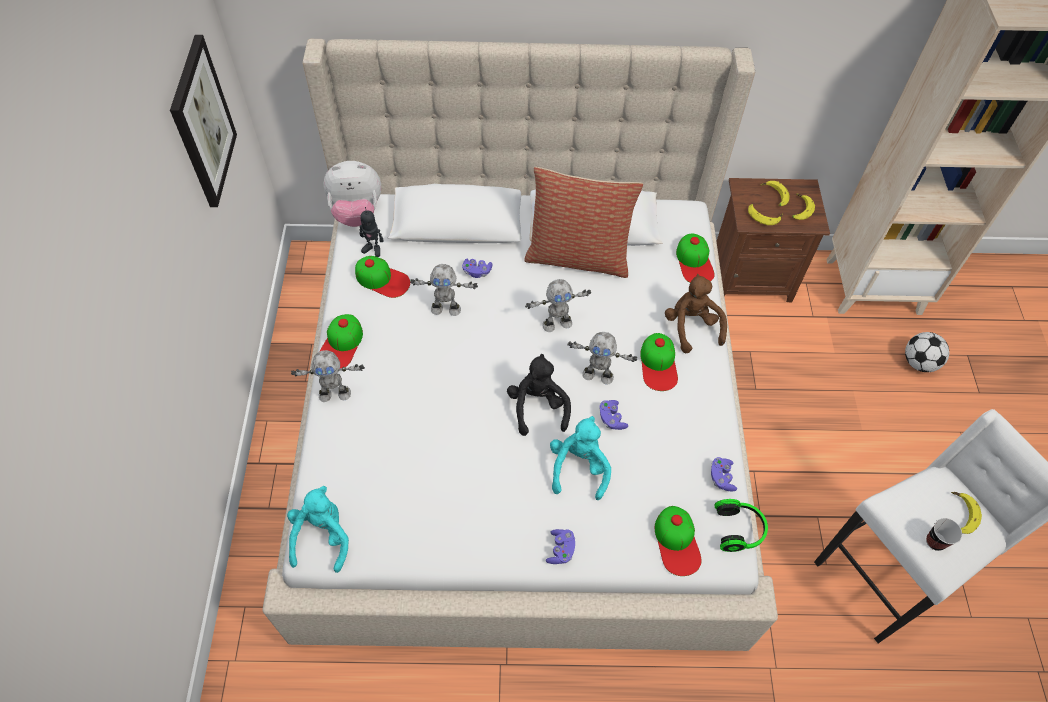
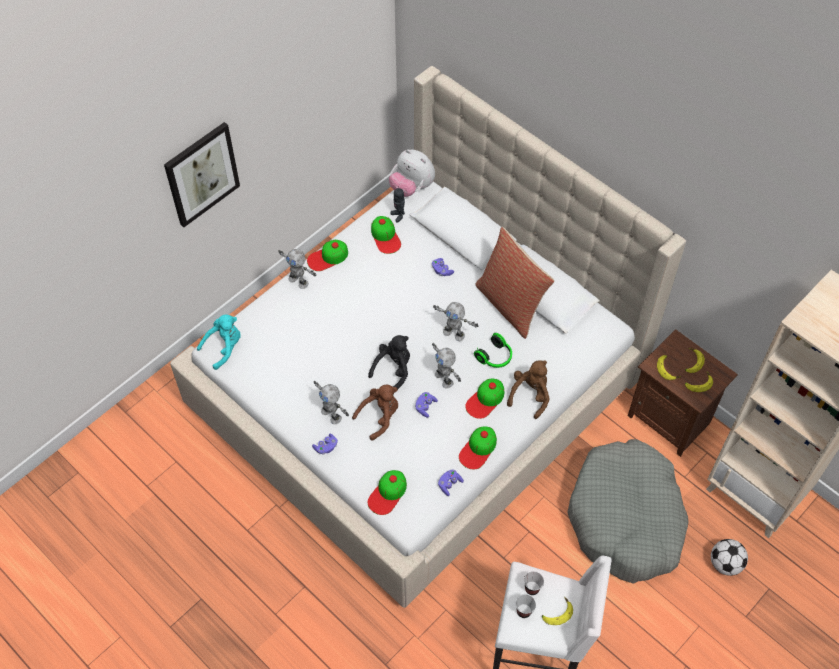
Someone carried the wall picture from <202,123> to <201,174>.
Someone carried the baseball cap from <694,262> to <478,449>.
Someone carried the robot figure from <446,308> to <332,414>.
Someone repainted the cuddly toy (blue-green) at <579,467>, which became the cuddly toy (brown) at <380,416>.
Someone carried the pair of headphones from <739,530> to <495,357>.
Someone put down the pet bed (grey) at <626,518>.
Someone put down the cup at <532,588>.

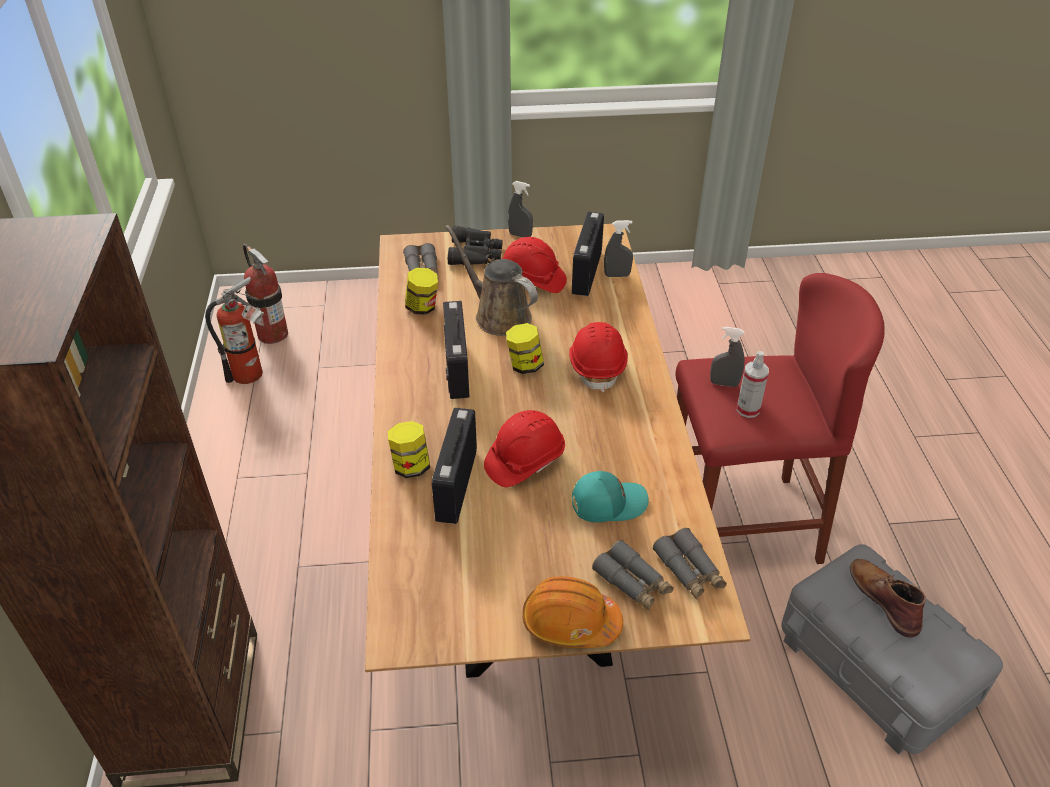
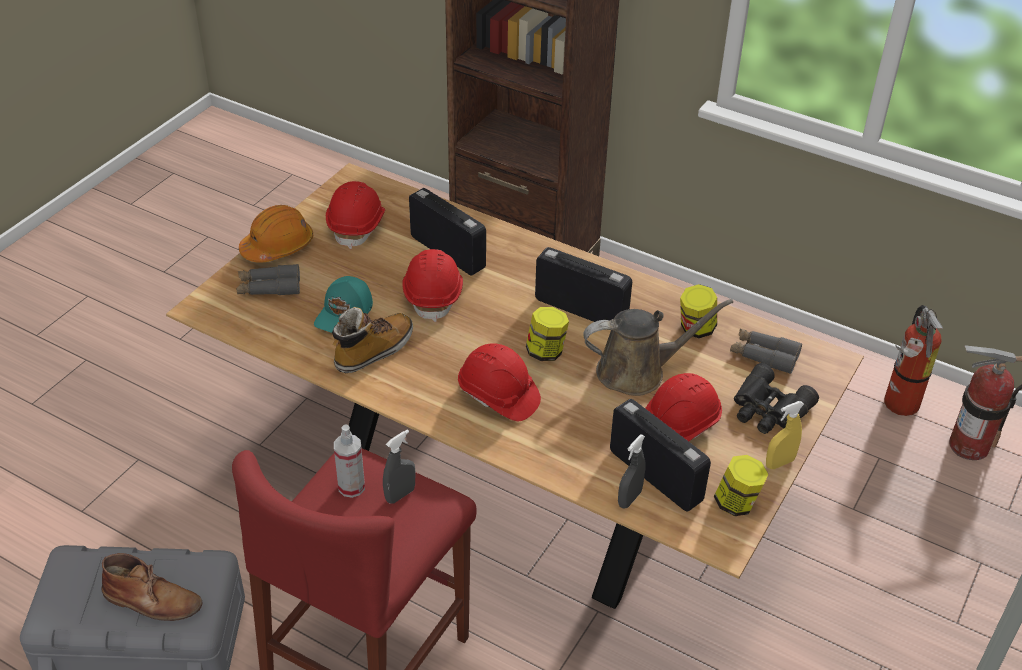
Someone repainted the sprayer (grey) at <520,235>, which became the sprayer (yellow) at <779,463>.
Someone carried the preserve jar from <411,466> to <737,503>.
Someone took away the pair of binoculars (grey) at <689,570>.
Someone put down the work helmet (reddish) at <357,225>.
Someone put down the boot at <374,351>.

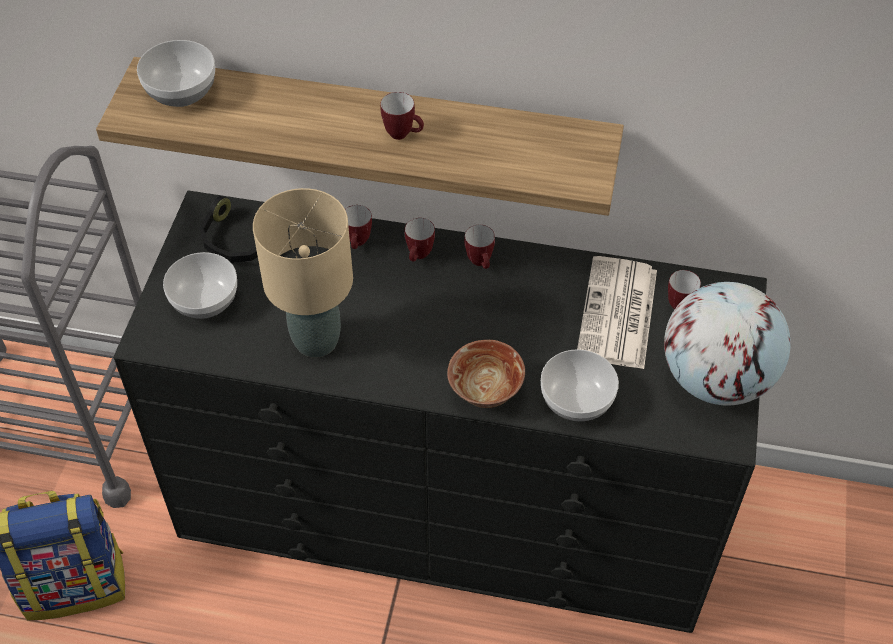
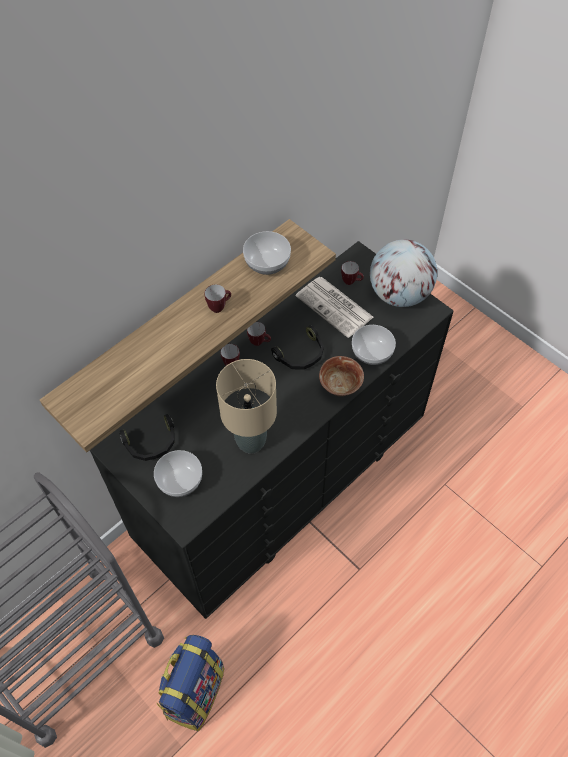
Someone carried the bowl from <180,91> to <266,264>.
Someone took away the mug at <358,243>.
Someone put down the pair of headphones (black) at <301,355>.

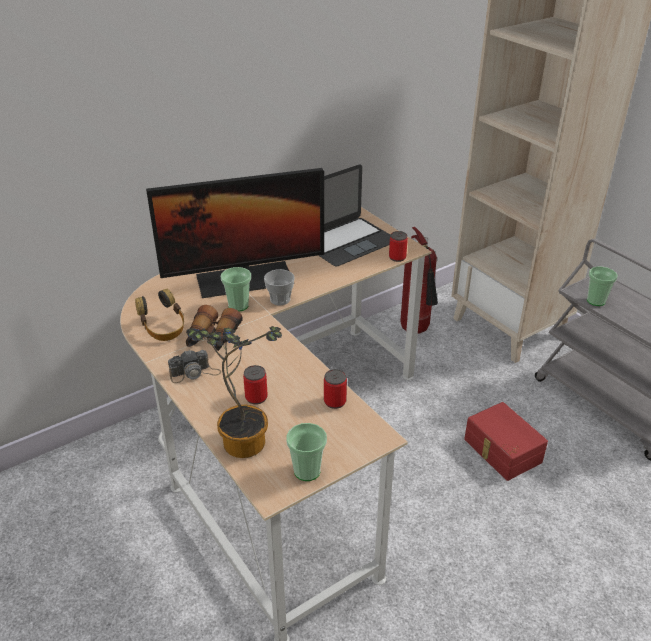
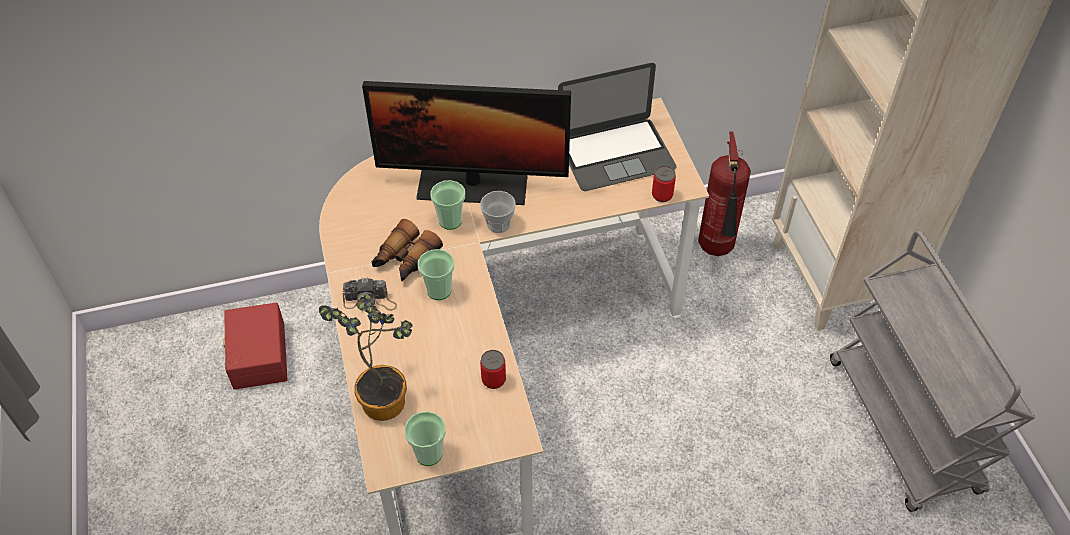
Someone carried the cup from <596,301> to <439,290>.
Someone took away the pair of headphones at <163,329>.
Someone took away the sealed can at <256,397>.
Someone carried the storage bin (reddish) from <501,451> to <257,355>.

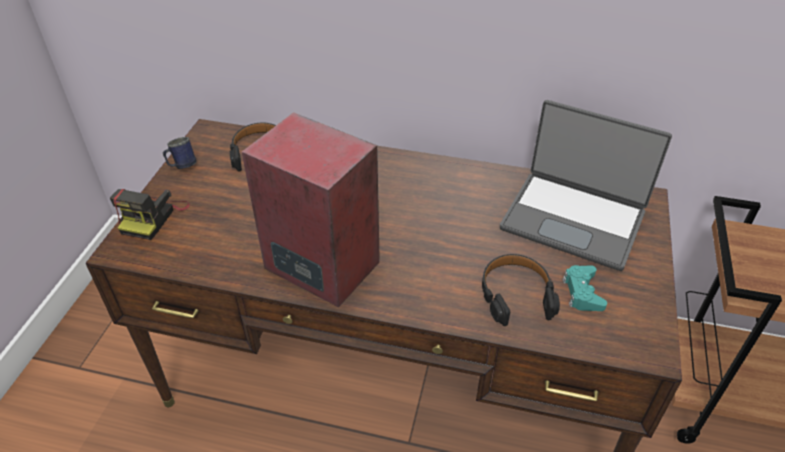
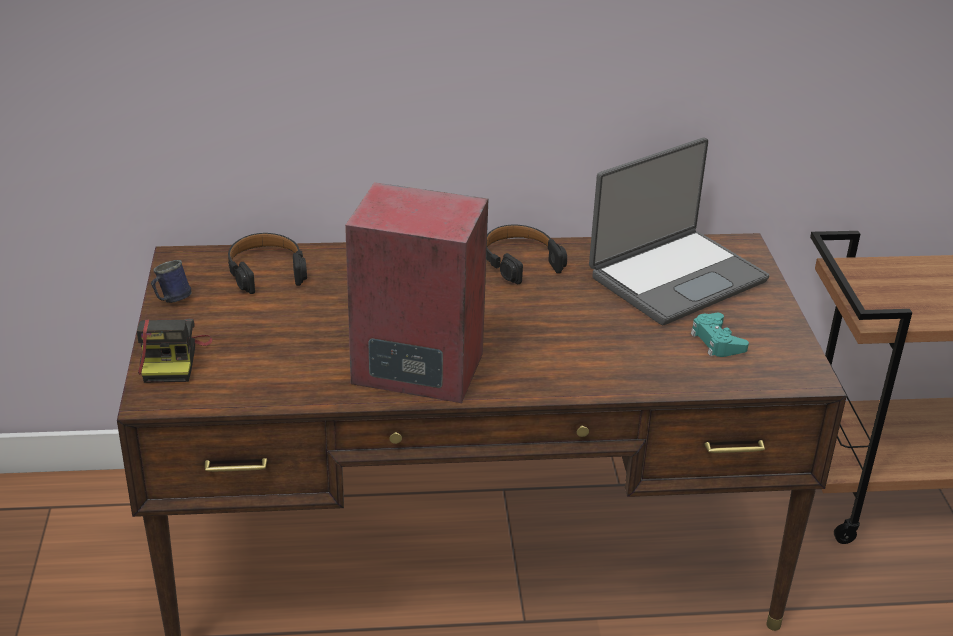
Someone rotated the portable computer at <573,219> by 45 degrees counterclockwise.
Someone carried the pair of headphones (black) from <516,295> to <520,261>.

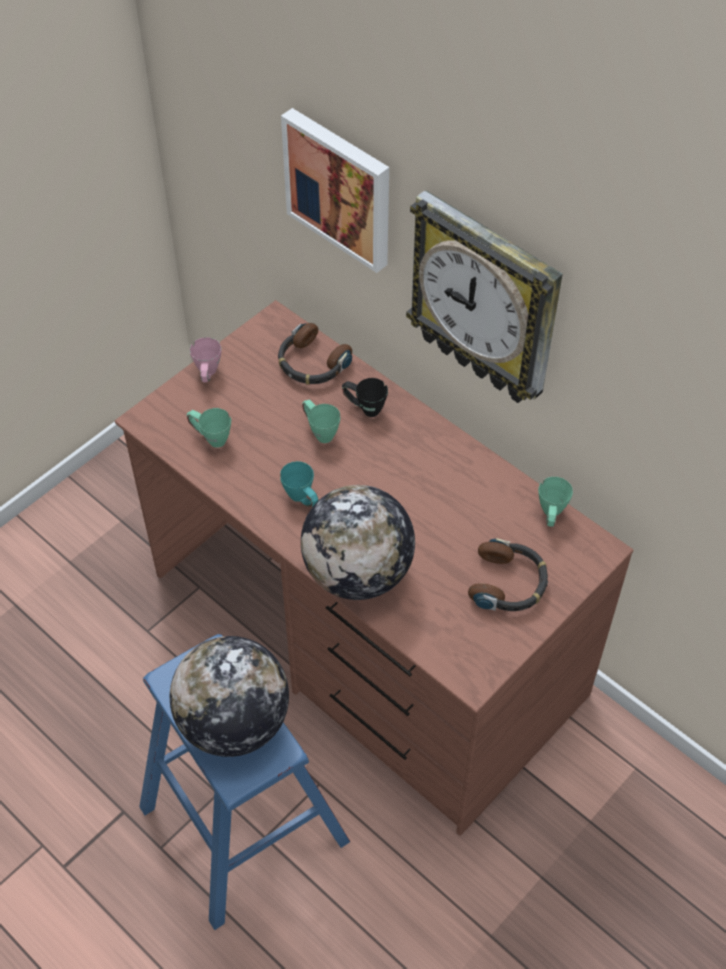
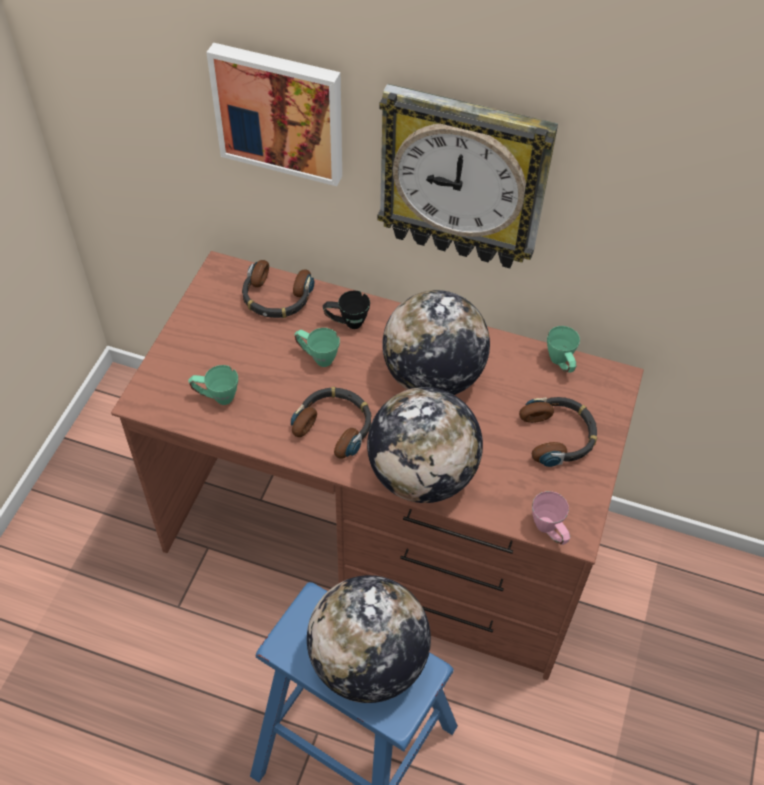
Someone carried the mug (pink) from <208,376> to <549,532>.
Someone swapped the mug (blue-green) at <302,500> for the pair of headphones at <335,426>.
Someone put down the globe at <432,377>.

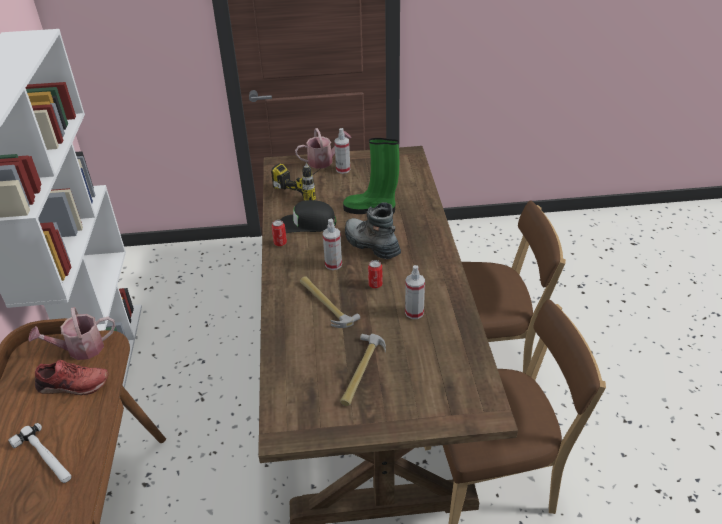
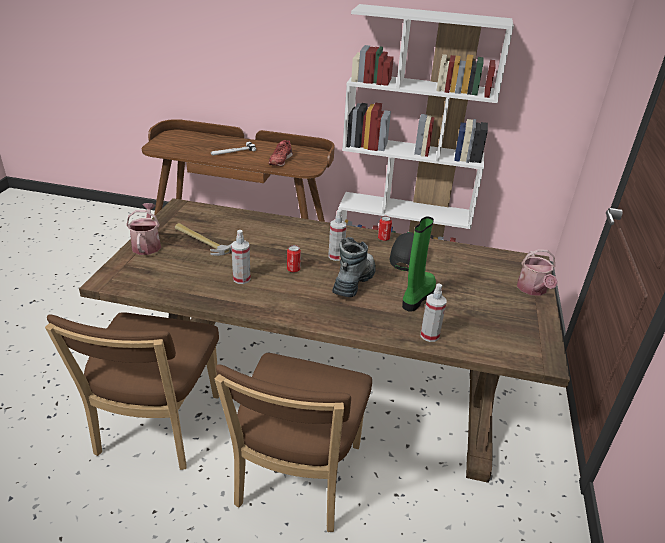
Someone carried the sprayer from <343,169> to <429,335>.
Someone took away the power drill at <306,187>.
Someone rotated the boot at <371,245> by 45 degrees counterclockwise.
Someone took away the hammer at <326,303>.
Someone carried the watering can from <80,349> to <147,244>.

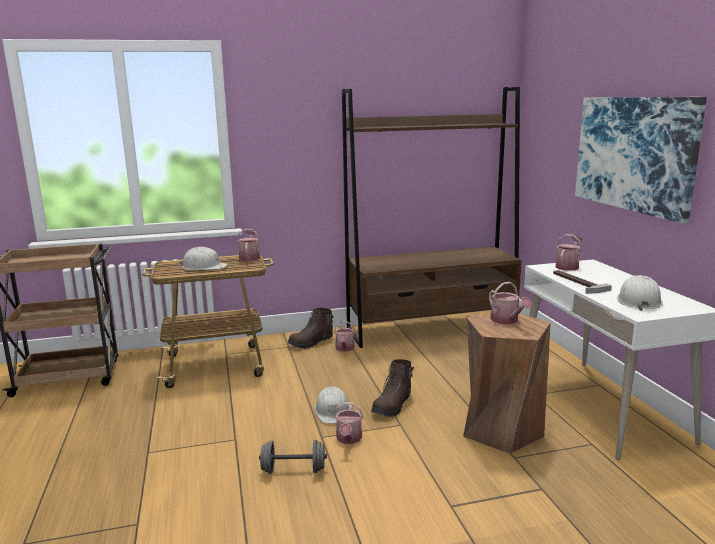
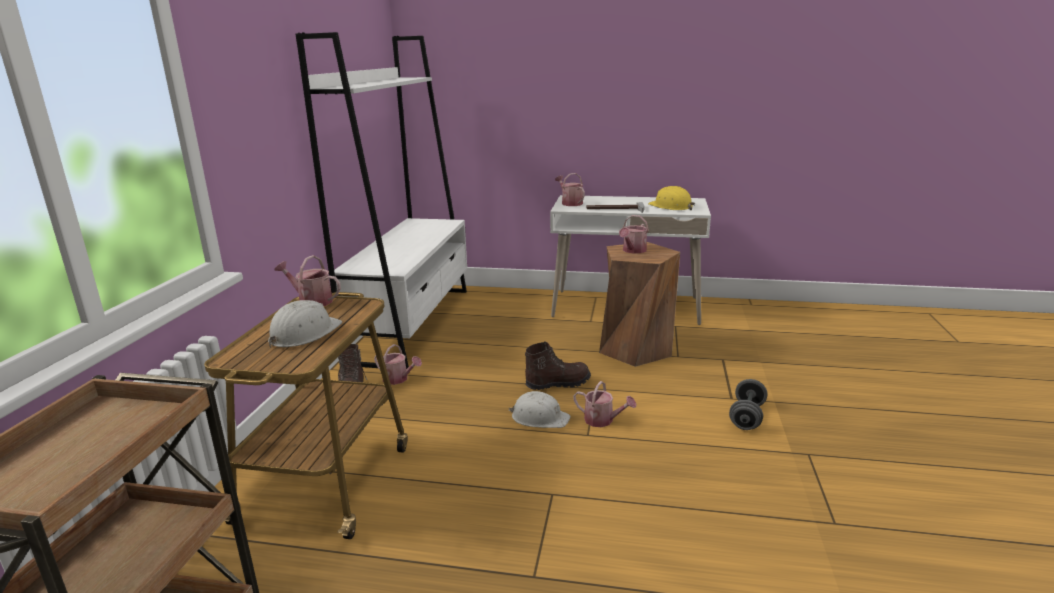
Someone repainted the bookshelf (brown) at <432,328>, which became the bookshelf (whitish) at <412,323>.
Someone took away the wall picture at <634,154>.
Someone repainted the work helmet (whitish) at <638,301>, which became the work helmet (yellow) at <671,206>.
Someone rotated the watering can at <507,321> by 120 degrees clockwise.
Someone rotated the boot (brown) at <393,406> by 75 degrees counterclockwise.
Someone carried the free weight (grey) from <293,470> to <747,417>.

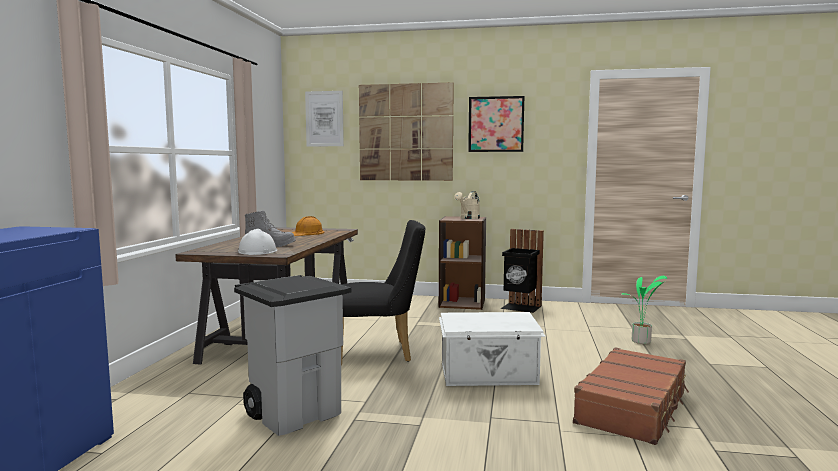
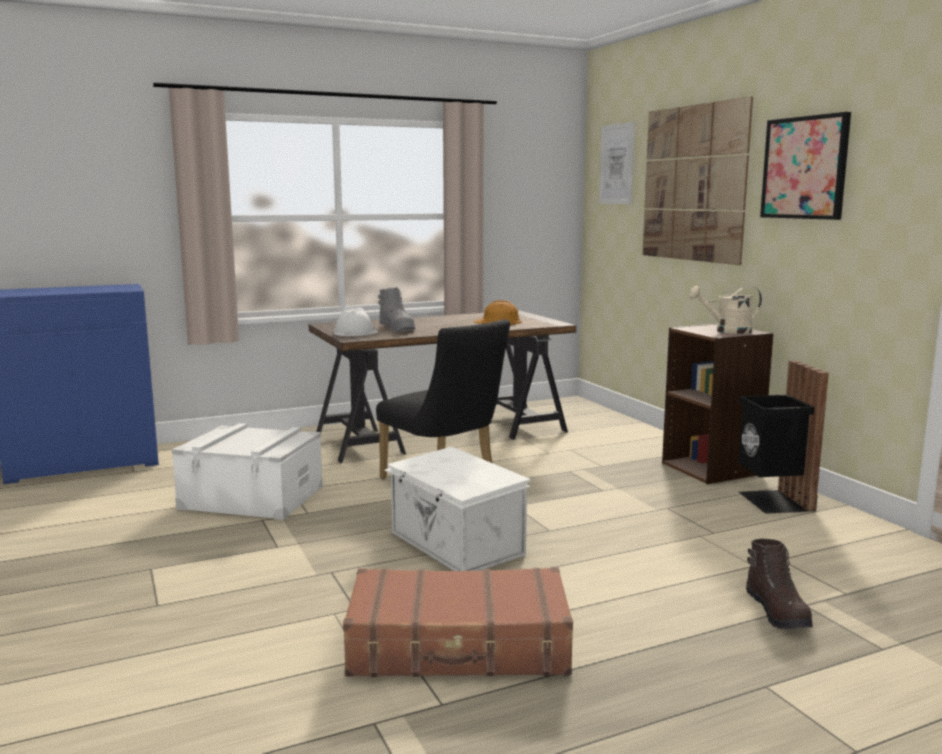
Someone swapped the rubbish bin (grey) at <295,413> for the storage bin (whitish) at <252,497>.
Someone swapped the potted plant at <642,342> for the boot (brown) at <778,612>.

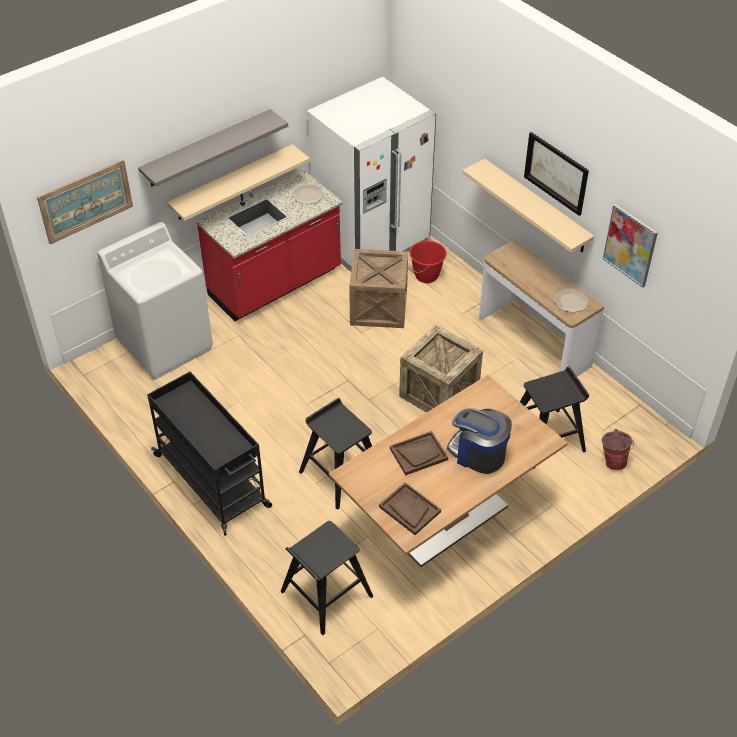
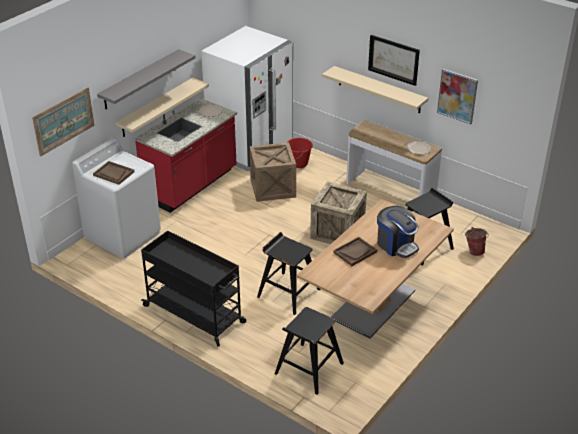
Someone rotated the coffee maker at <478,454> by 150 degrees counterclockwise.
Someone carried the serving tray (brown) from <409,509> to <113,174>.

